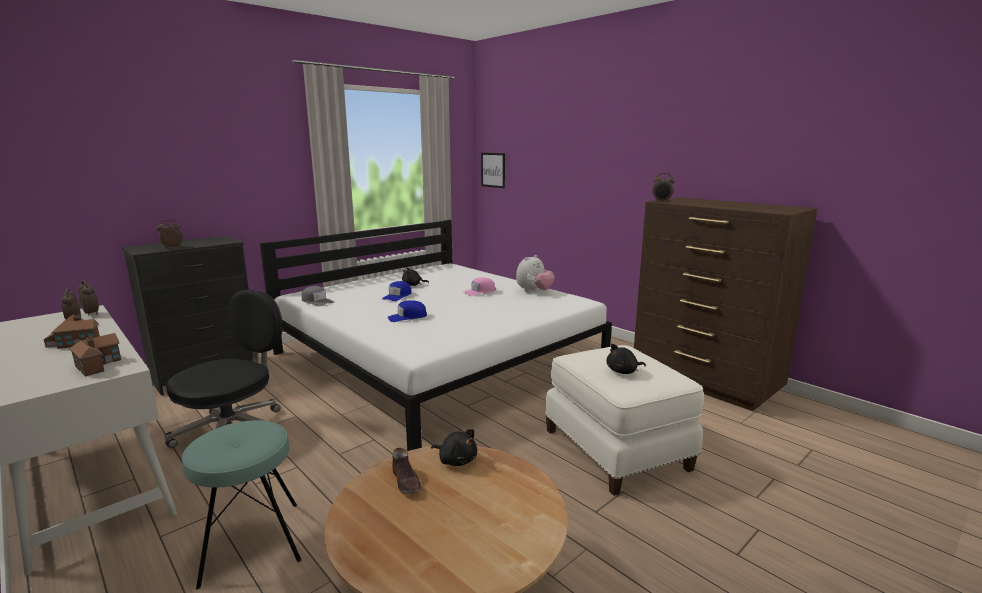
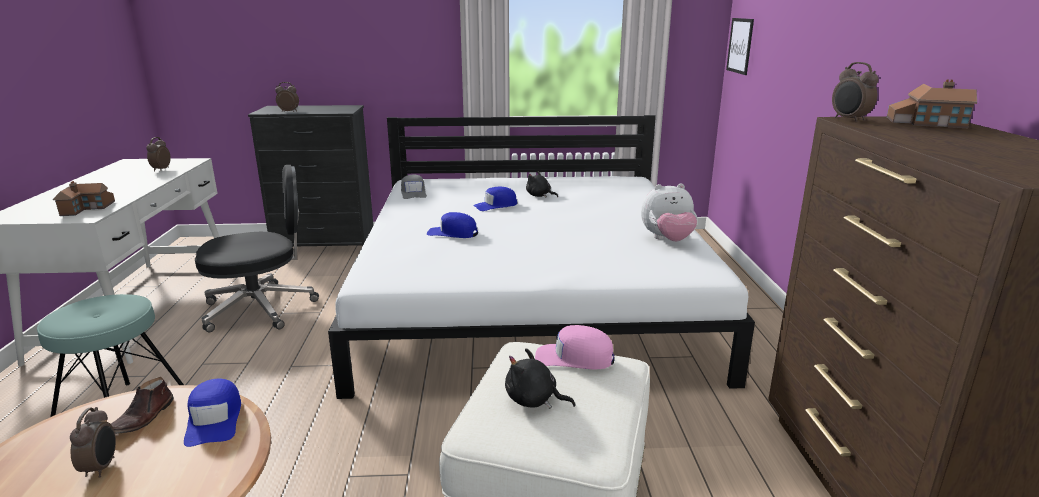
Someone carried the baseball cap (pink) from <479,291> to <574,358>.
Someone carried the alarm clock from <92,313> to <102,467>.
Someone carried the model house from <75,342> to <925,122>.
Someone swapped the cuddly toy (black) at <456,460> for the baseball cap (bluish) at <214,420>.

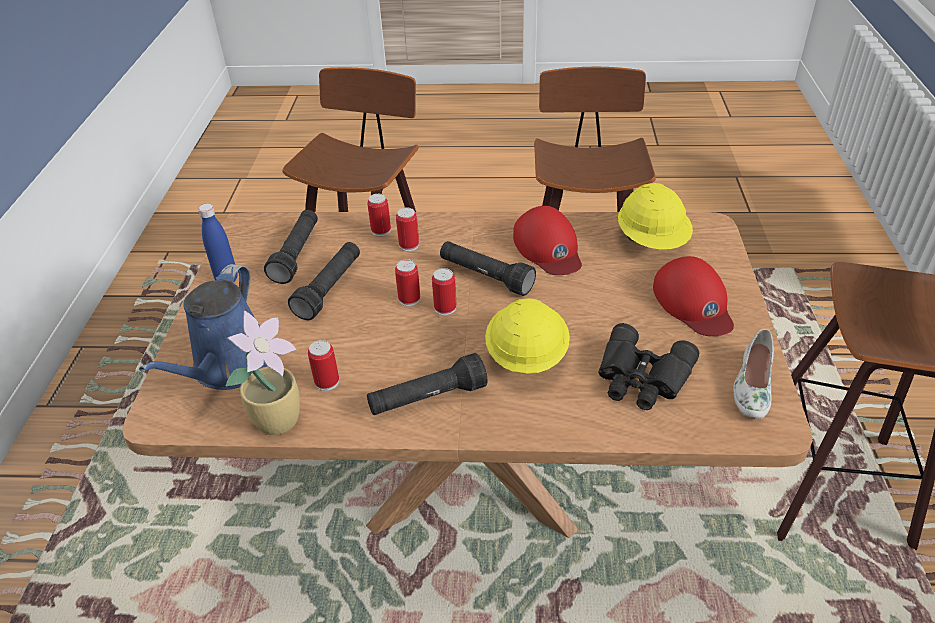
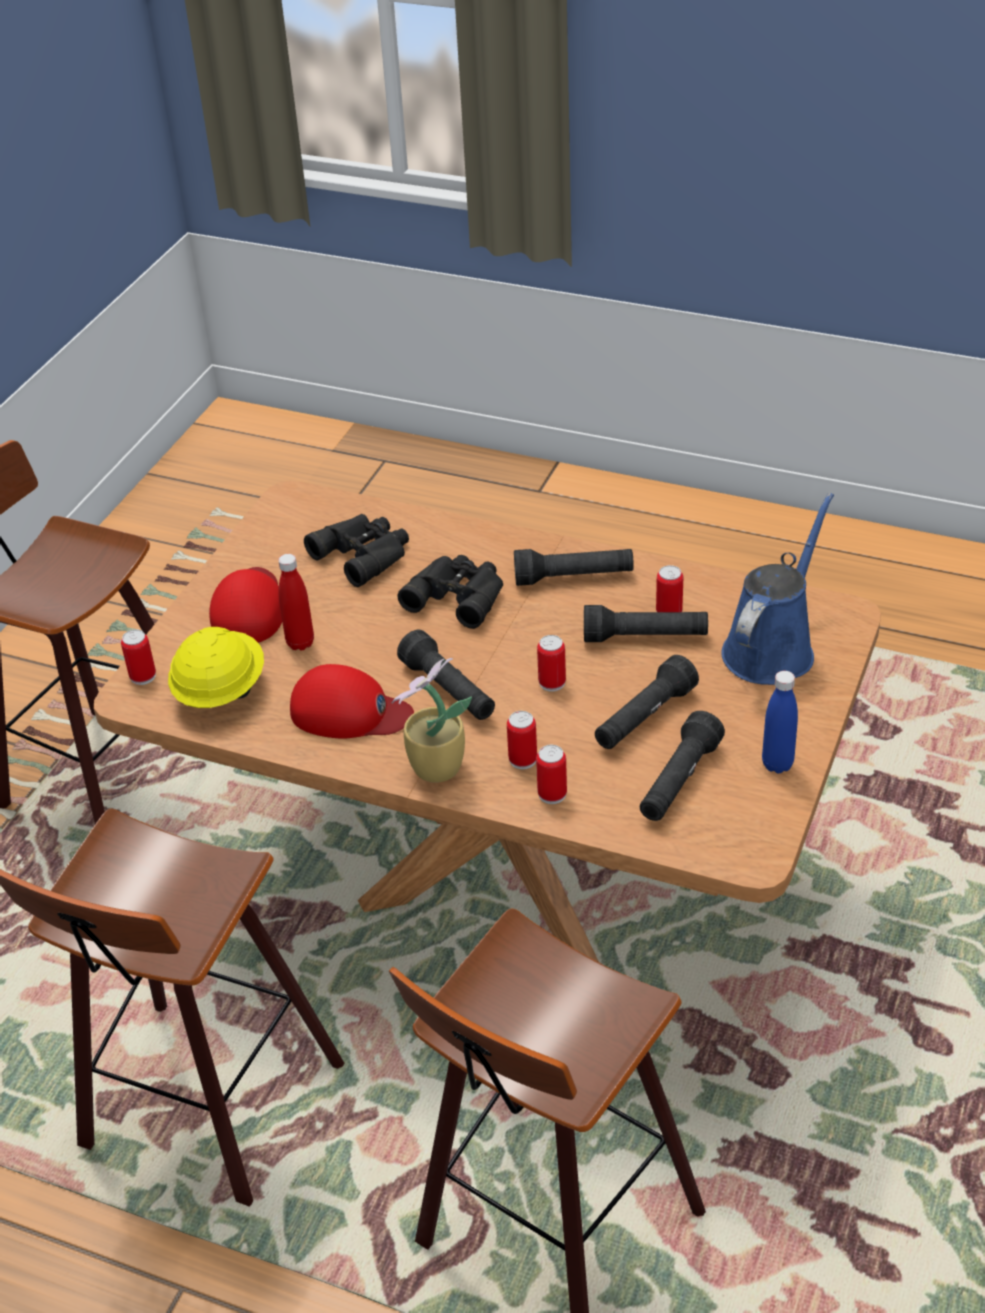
Someone rotated the baseball cap (reddish) at <548,248> by 105 degrees clockwise.
Someone carried the sealed can from <445,308> to <143,676>.
Someone swapped the work helmet (yellow) at <526,355> for the pair of binoculars (black) at <458,595>.
Someone carried the potted plant from <279,418> to <434,769>.
Someone took away the item of footwear (whitish) at <752,385>.
Someone put down the bottle (reddish) at <300,643>.
Someone put down the flashlight (black) at <645,637>.

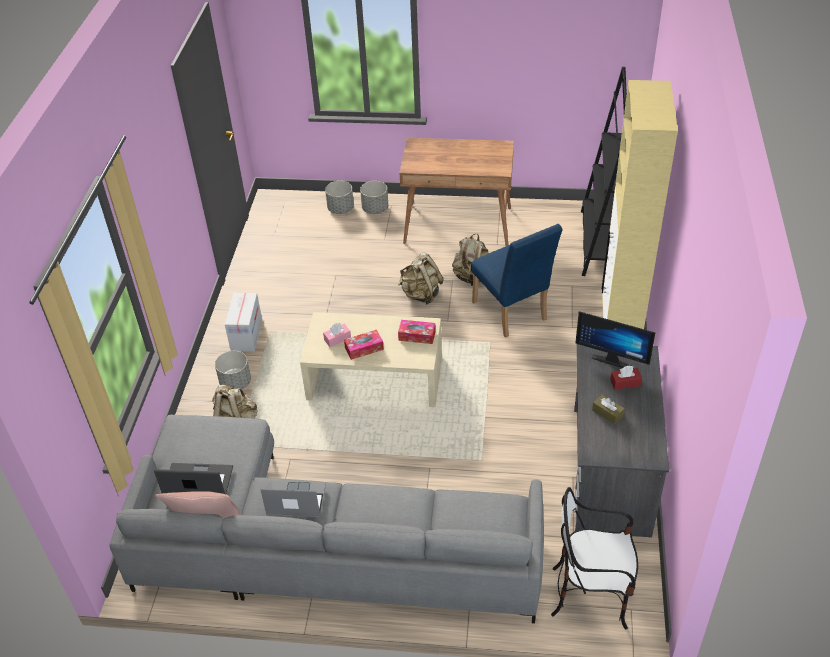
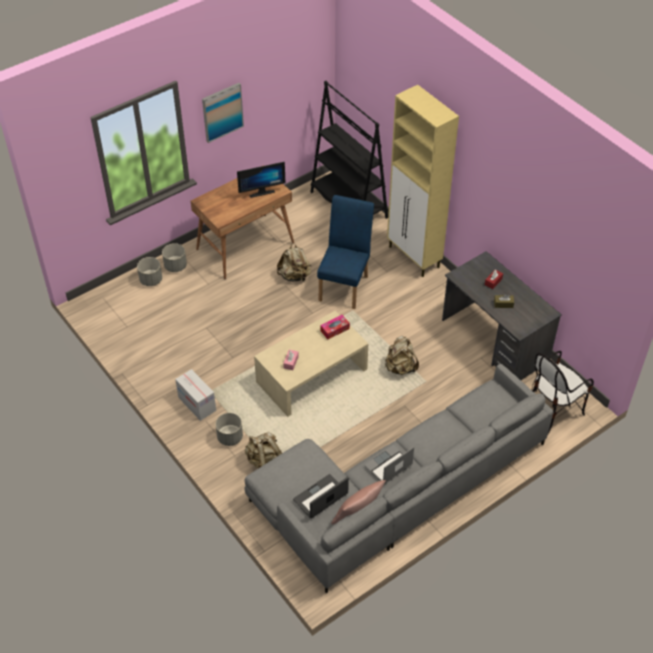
Someone rotated the upright chair (bluish) at <512,314> by 90 degrees counterclockwise.
Someone carried the knapsack (beige-coloured) from <421,294> to <400,367>.
Someone carried the monitor from <612,358> to <261,191>.
Someone took away the tissue holder at <364,348>.
Someone put up the wall picture at <222,112>.

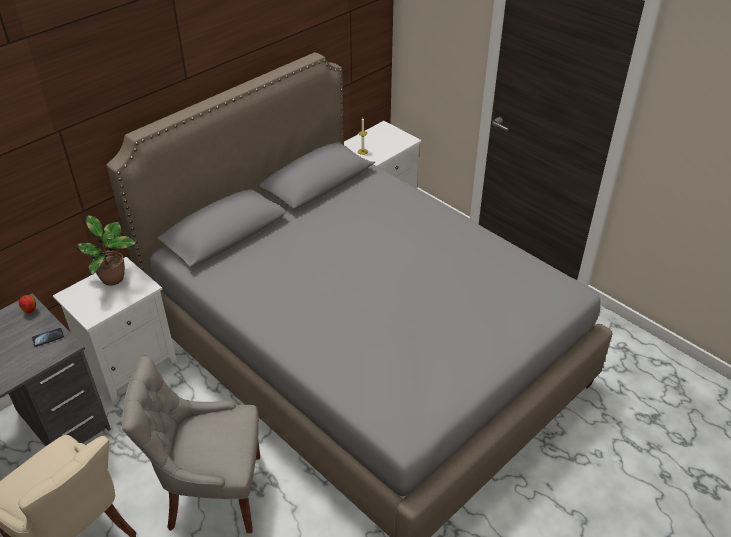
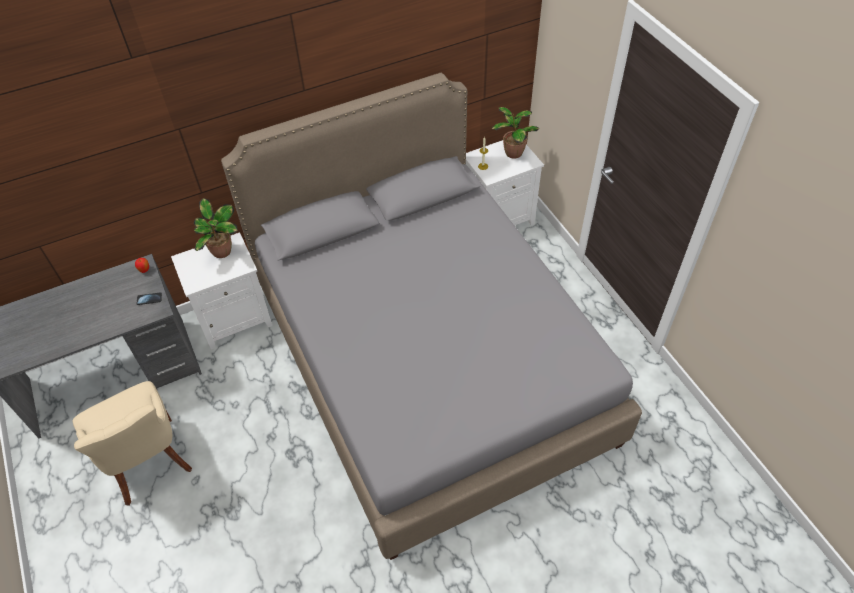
Someone took away the upright chair (grey) at <212,493>.
Someone put down the potted plant at <512,153>.

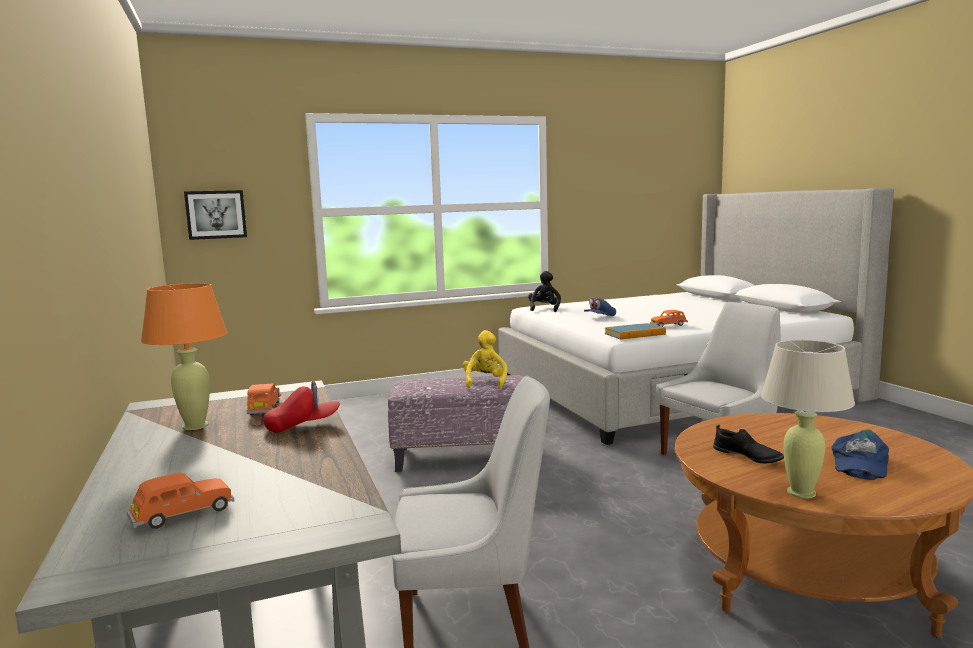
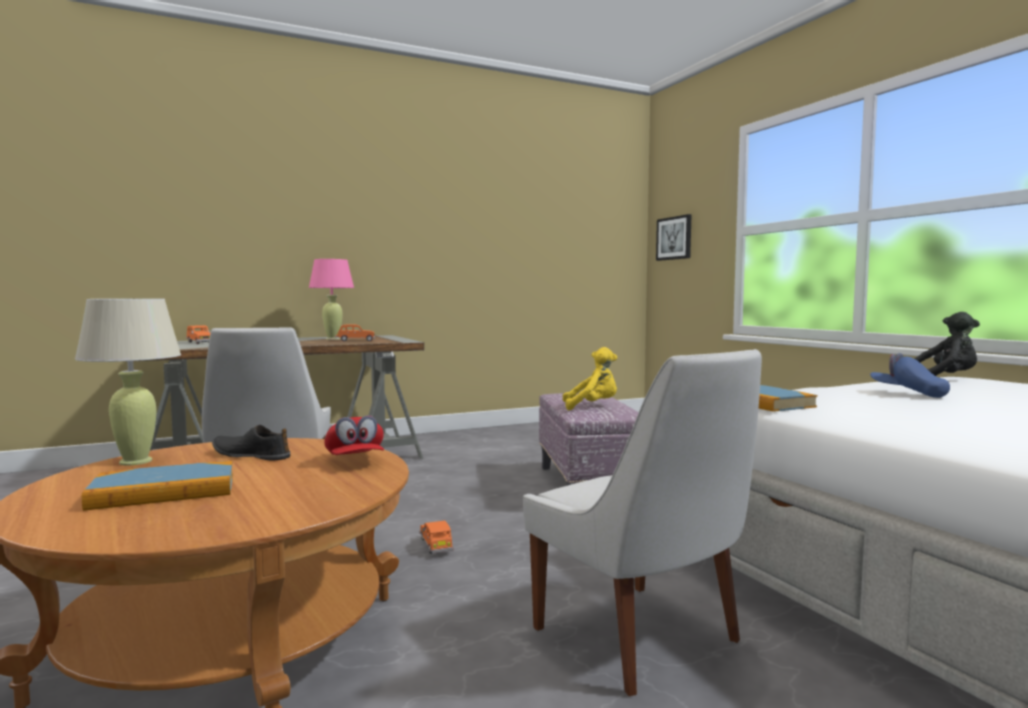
Someone repainted the table lamp (orangey) at <195,426>, which became the table lamp (pink) at <333,339>.
Someone carried the model car (orangey) from <668,325> to <436,546>.
Someone carried the baseball cap (reddish) from <303,426> to <355,461>.
Someone rotated the item of footwear (black) at <747,456> by 60 degrees clockwise.
Someone swapped the baseball cap (bluish) at <859,463> for the bound book at <164,491>.

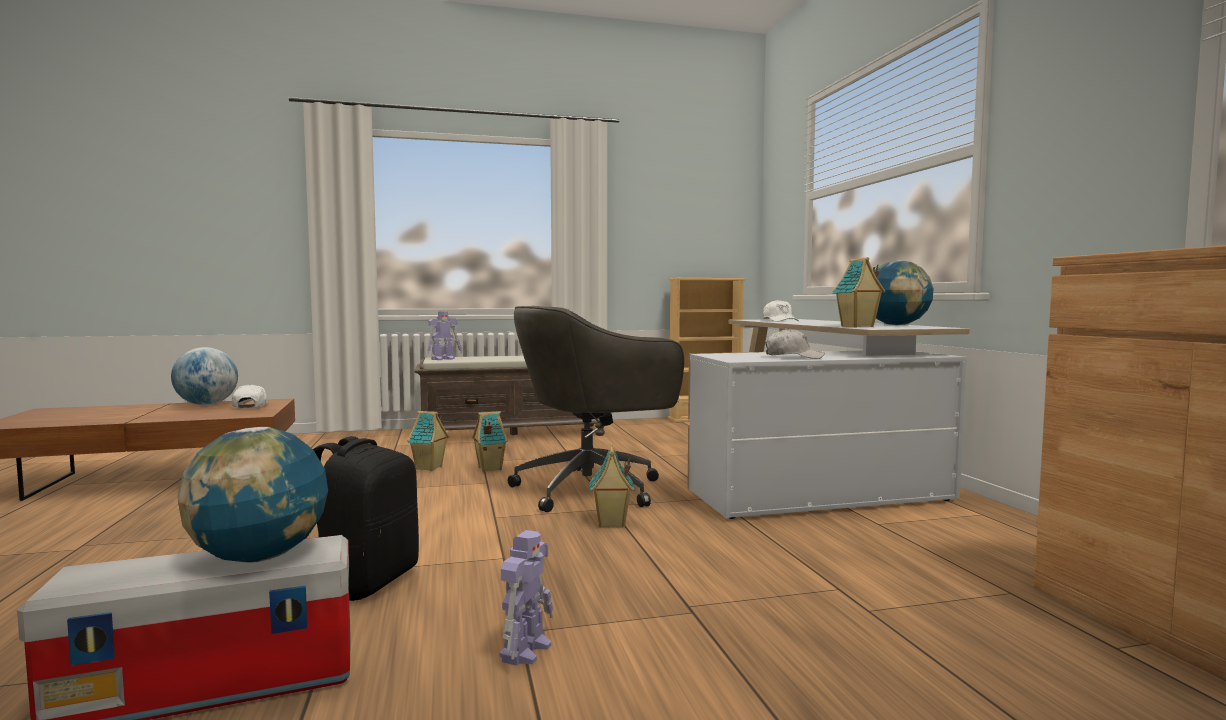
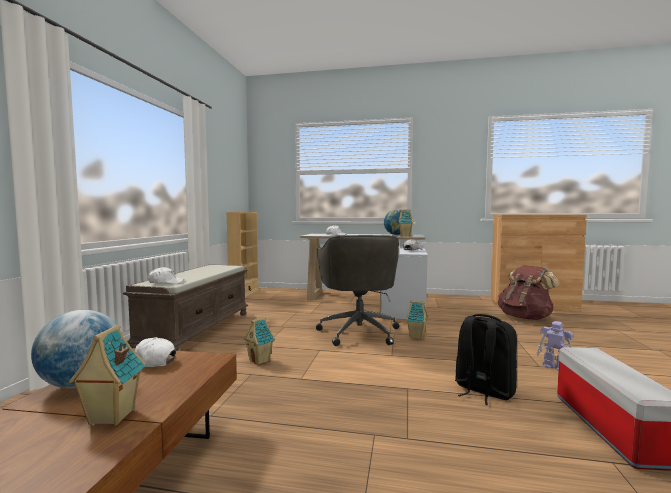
Someone swapped the robot figure at <444,359> for the baseball cap (whitish) at <166,282>.
Someone carried the model house from <489,468> to <110,417>.
Someone took away the globe at <259,557>.
Someone put down the knapsack (brown) at <525,318>.

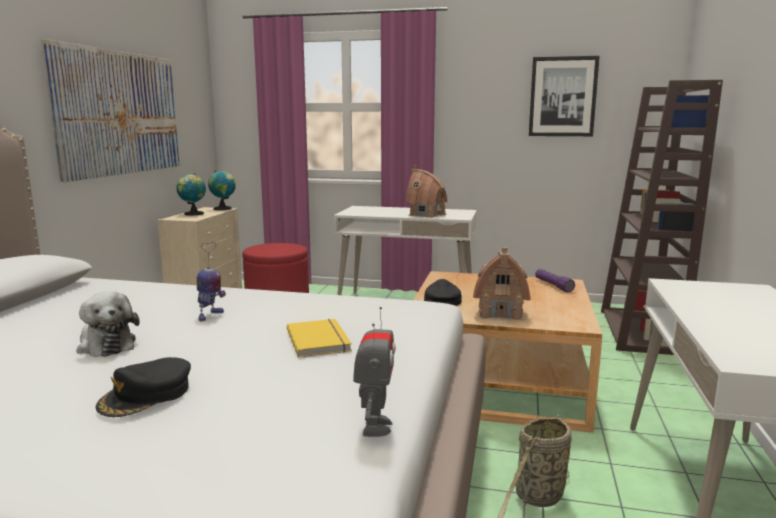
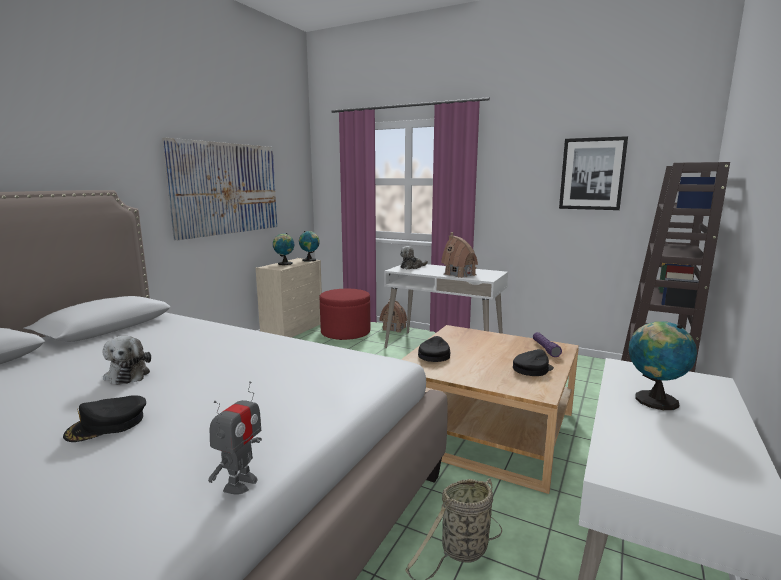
Someone took away the robot figure at <210,316>.
Someone carried the model house from <500,313> to <394,328>.
Someone took away the bound book (yellow) at <320,340>.
Someone put down the cuddly toy at <412,267>.
Someone put down the globe at <653,400>.
Someone put down the baseball cap (black) at <532,368>.

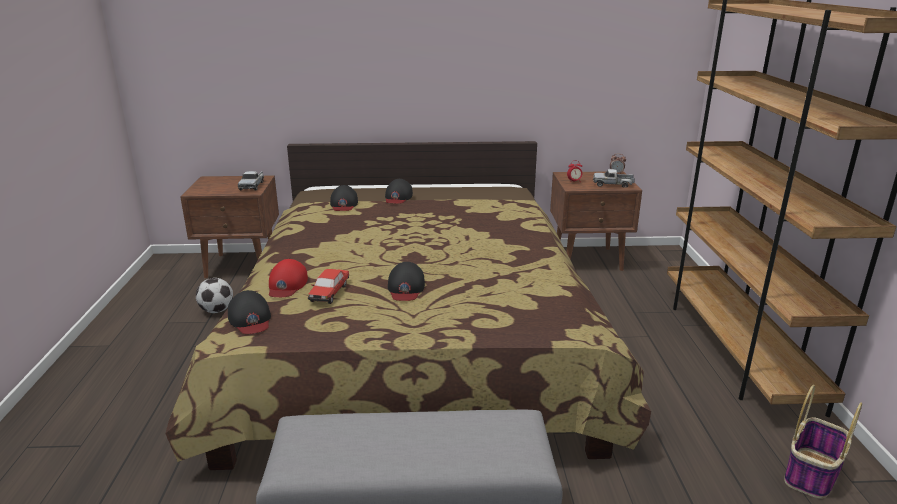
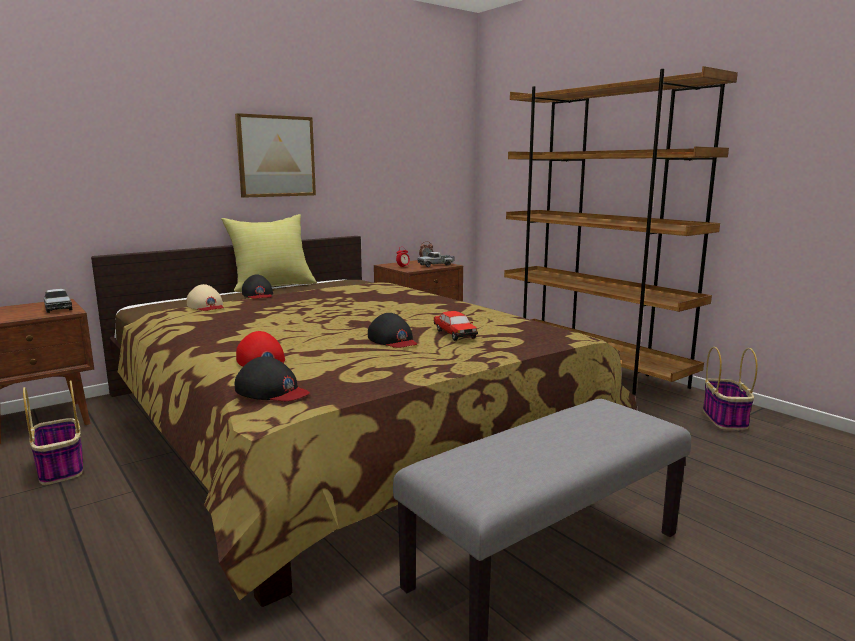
Someone repainted the baseball cap (black) at <344,204>, which became the baseball cap (beige-coloured) at <206,306>.
Someone carried the model car from <330,292> to <454,334>.
Someone swapped the football at <217,310> for the basket at <61,468>.
Someone put up the wall picture at <276,156>.
Someone put down the pillow (yellow) at <273,286>.

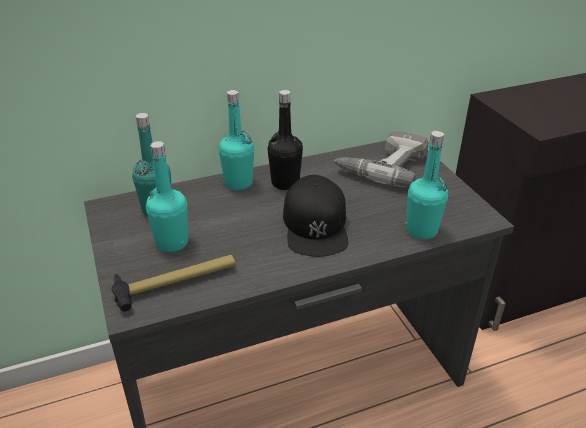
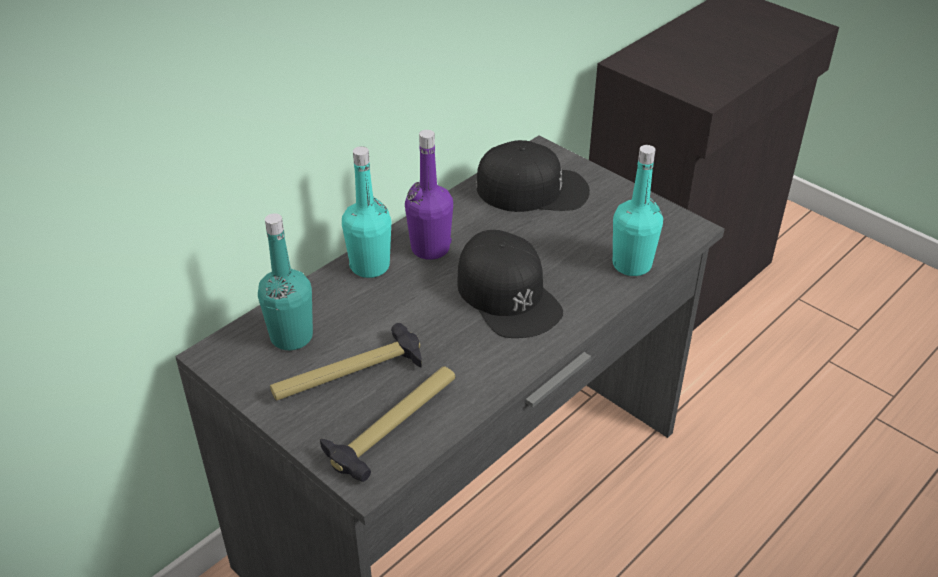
Someone repainted the bottle (black) at <285,183>, which became the bottle (purplish) at <430,248>.
Someone swapped the power drill at <382,165> for the baseball cap (black) at <533,189>.
Someone swapped the bottle (blue-green) at <172,243> for the hammer at <348,375>.

